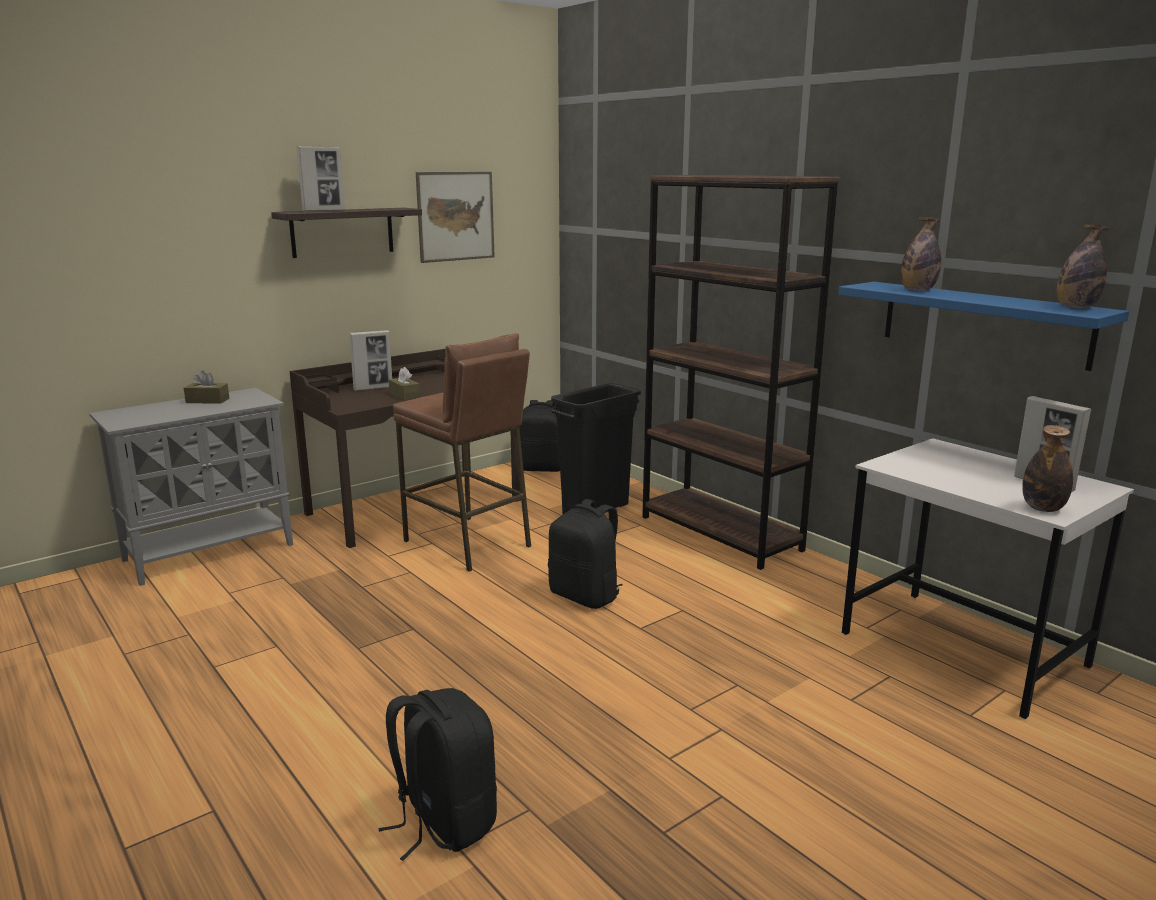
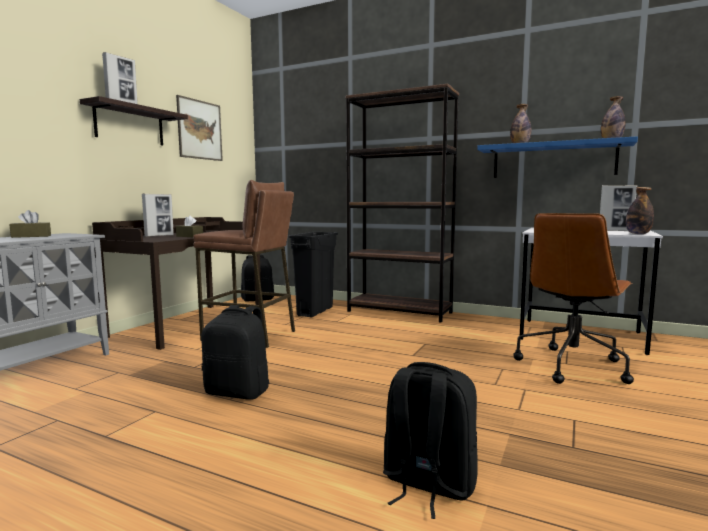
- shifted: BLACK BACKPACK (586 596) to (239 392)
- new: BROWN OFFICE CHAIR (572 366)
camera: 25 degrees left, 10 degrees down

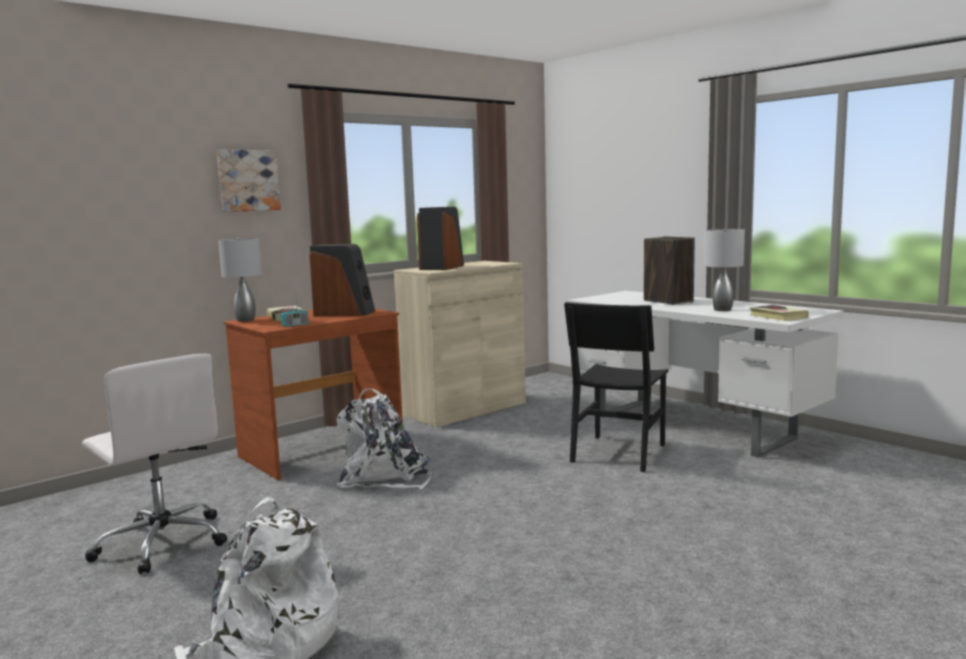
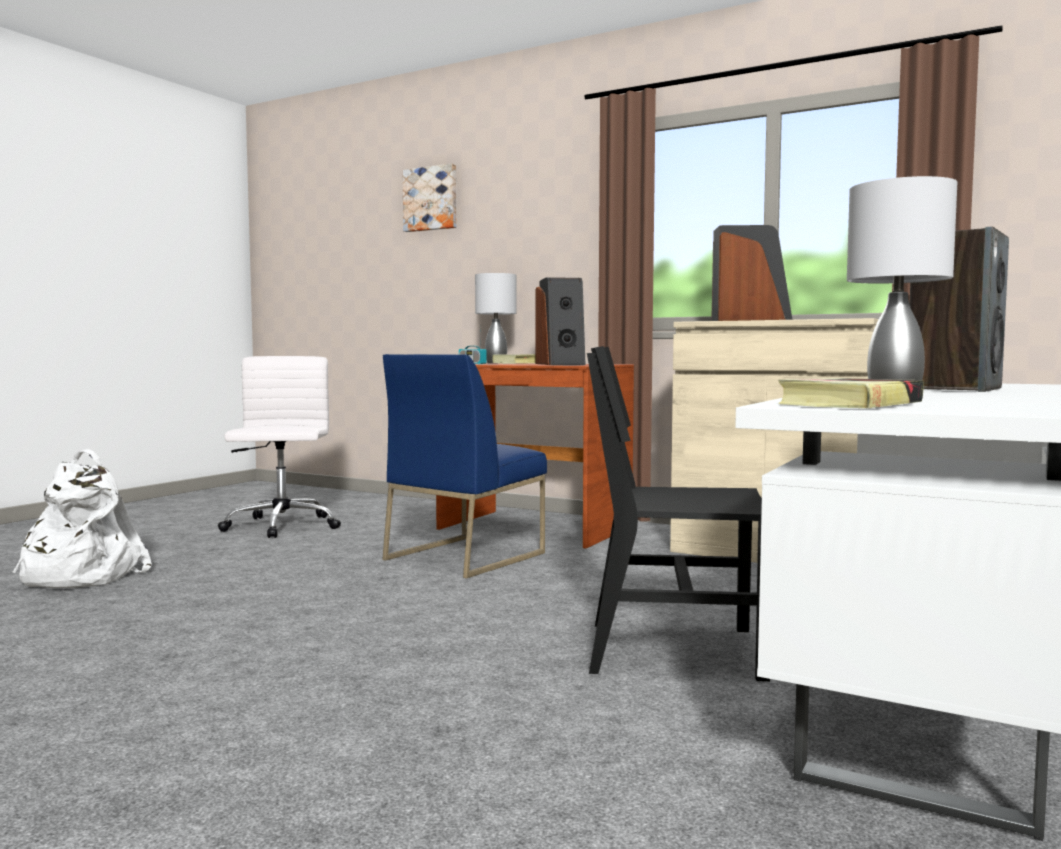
- shifted: PICTURE (247 180) to (431 199)
- rotated: WHITE OFFICE CHAIR (162 542) = (281 526) 150 degrees clockwise
- swapped: WHITE BACKPACK (384 478) to BLUE CHAIR (464 556)
camera: 70 degrees right, 5 degrees down

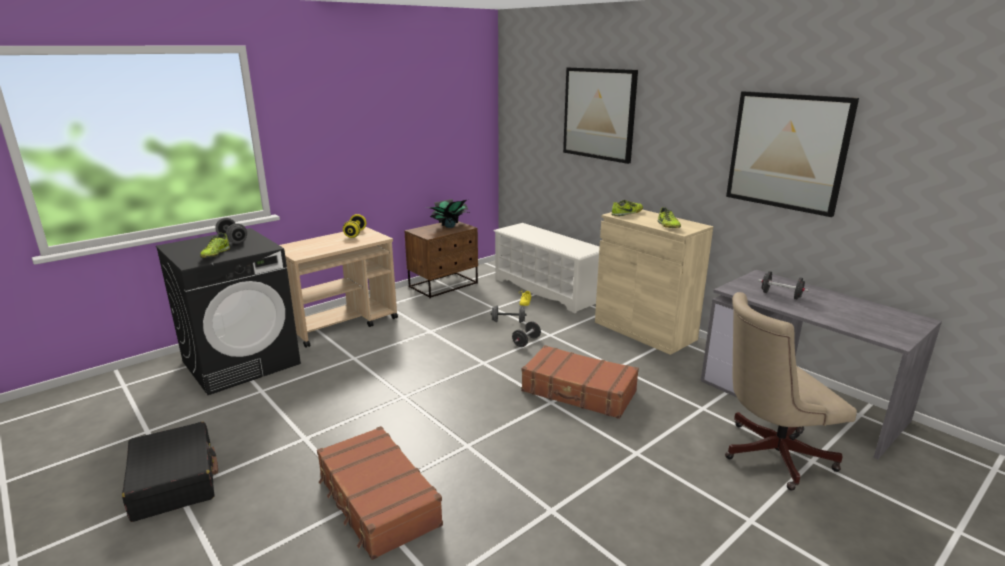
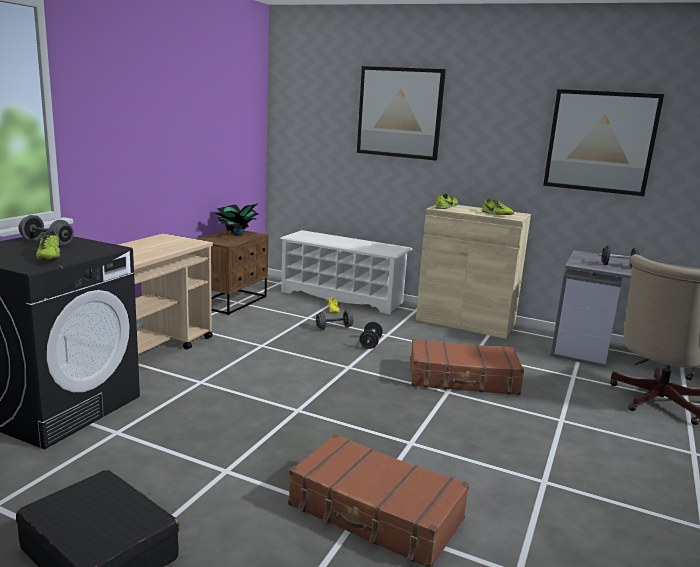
- gone: YELLOW DUMBBELL (355 234)
camera: 25 degrees left, 5 degrees down

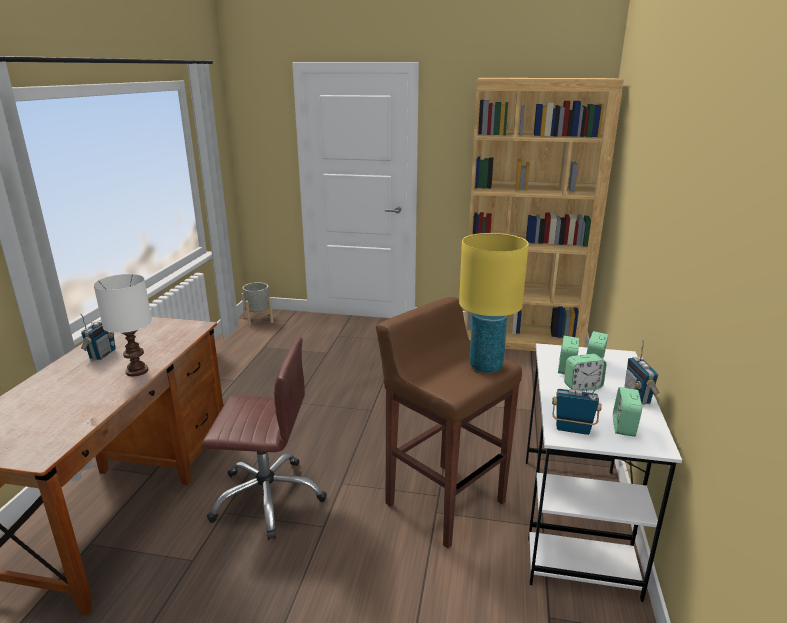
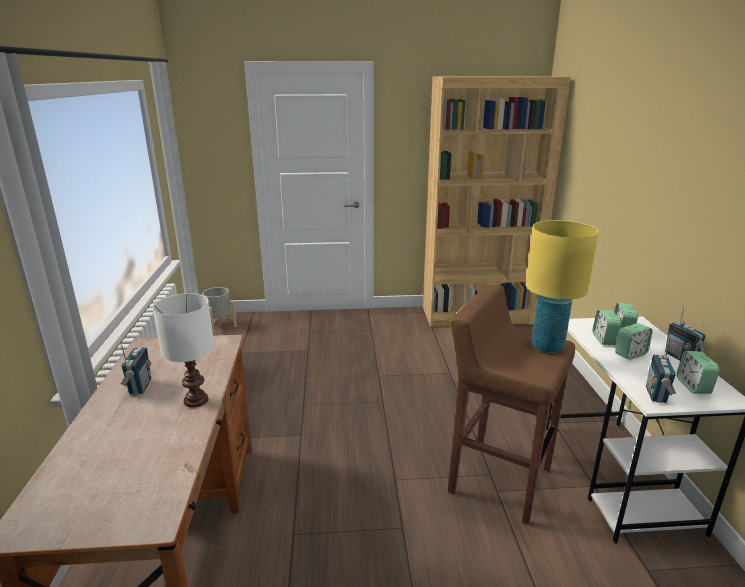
- gone: BROWN OFFICE CHAIR (268 497)
- rotated: RADIO (572 429) = (656 395) 75 degrees counterclockwise
camera: 15 degrees left, 0 degrees up

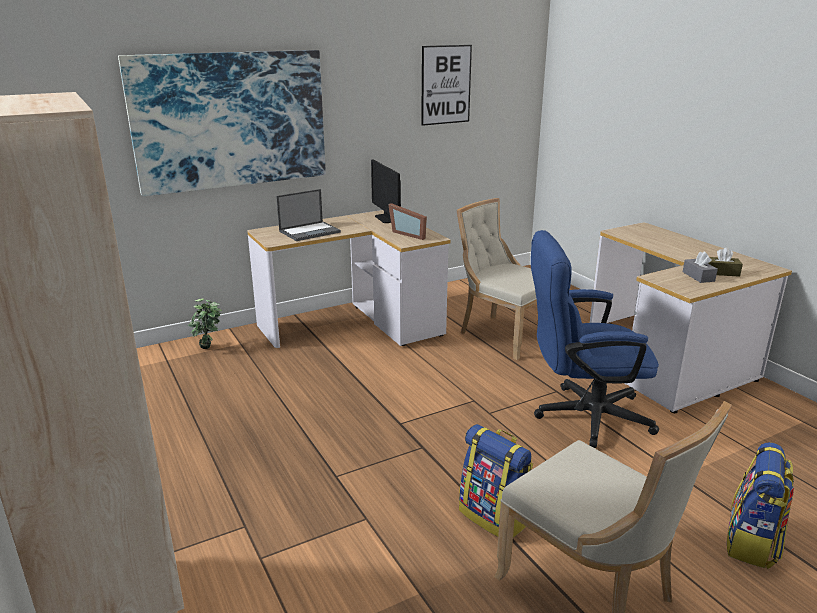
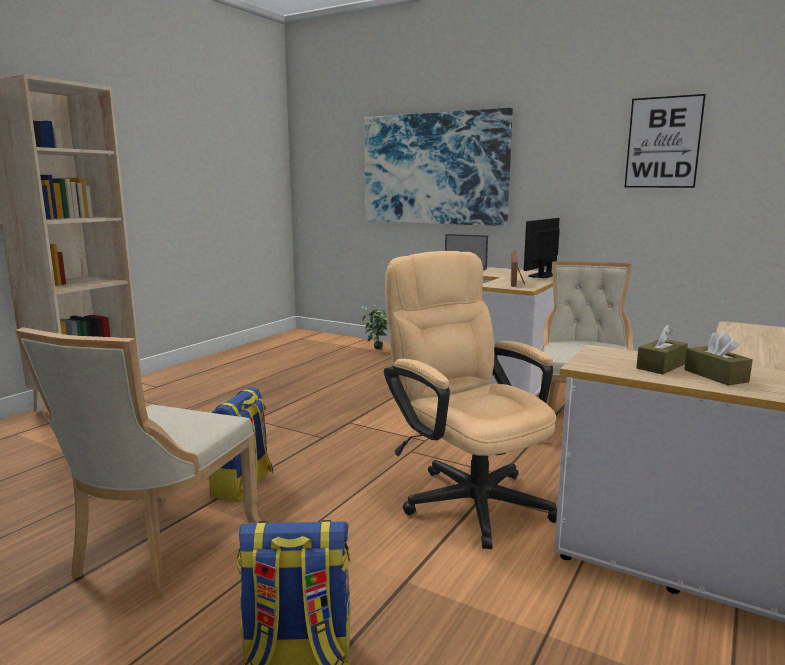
- repainted: BLUE OFFICE CHAIR (582 416) to BEIGE OFFICE CHAIR (467 496)
- repainted: GREY TISSUE BOX (698 276) to BROWN TISSUE BOX (661 366)
camera: 60 degrees right, 10 degrees down

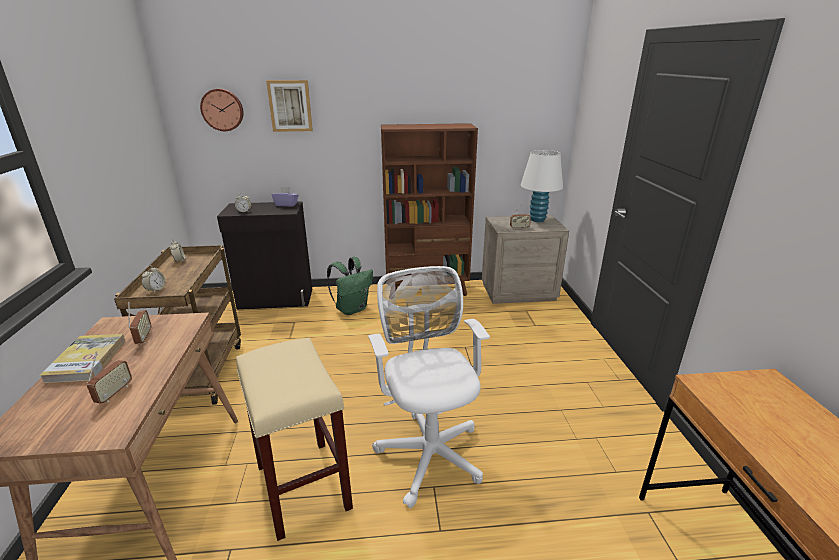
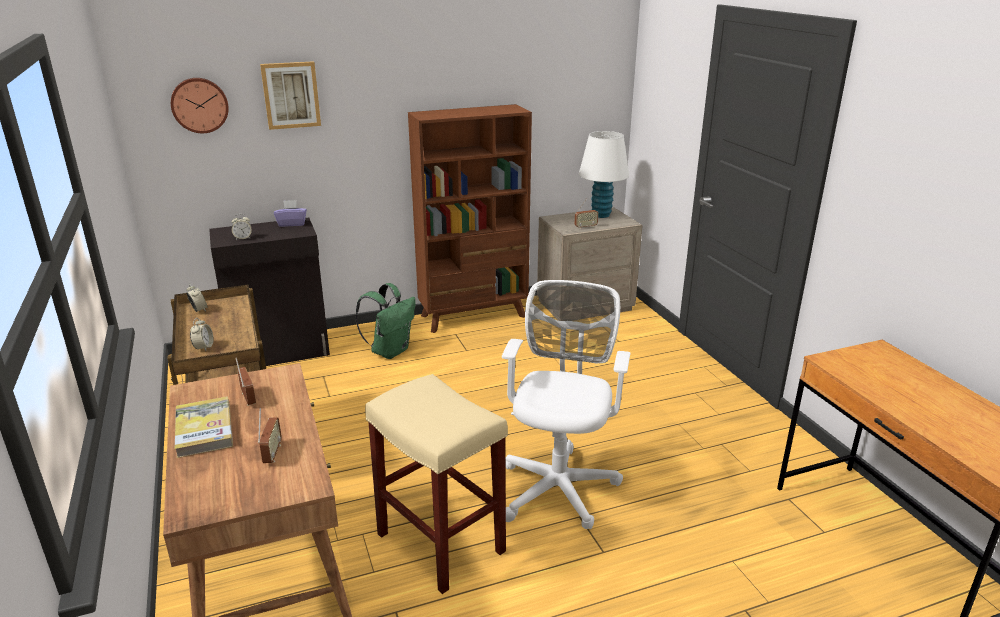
- rotated: WHITE OFFICE CHAIR (429 450) = (559 485) 45 degrees clockwise
camera: 15 degrees left, 0 degrees up

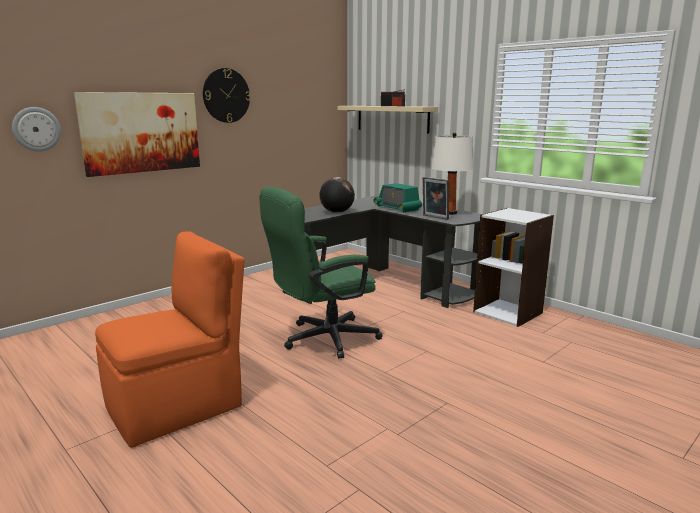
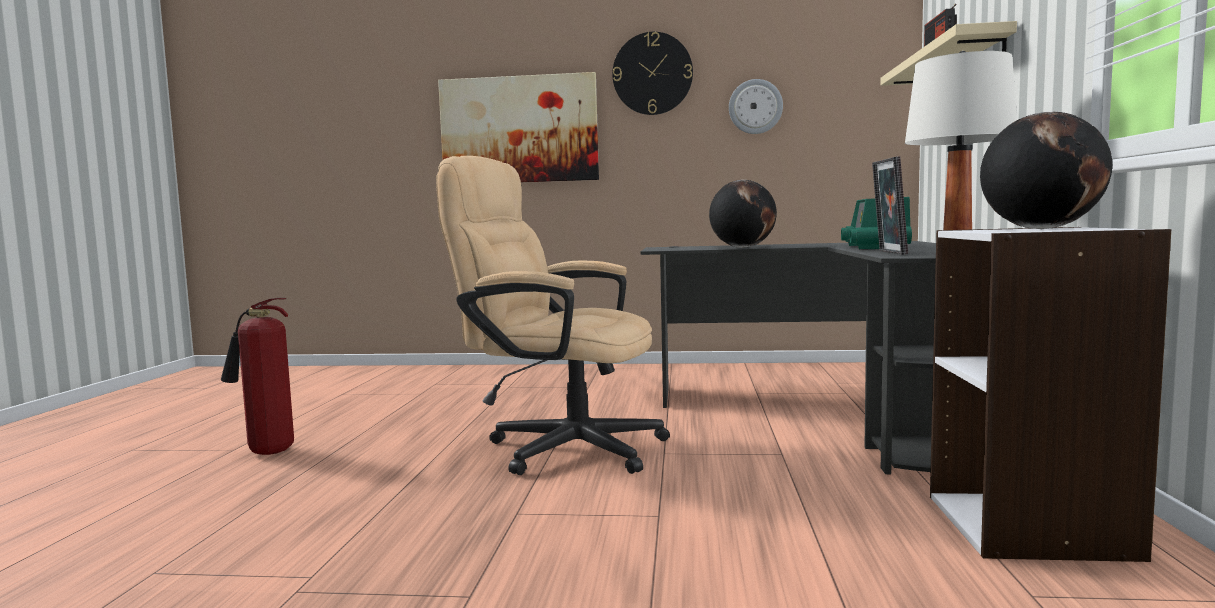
- shifted: WALL CLOCK (36 129) to (755 107)
- repainted: GREEN OFFICE CHAIR (322 339) to BEIGE OFFICE CHAIR (559 447)
- swapped: ORANGE CHAIR (178 406) to FIRE EXTINGUISHER (266 452)
- new: GLOBE (1040 229)
camera: 50 degrees right, 10 degrees down

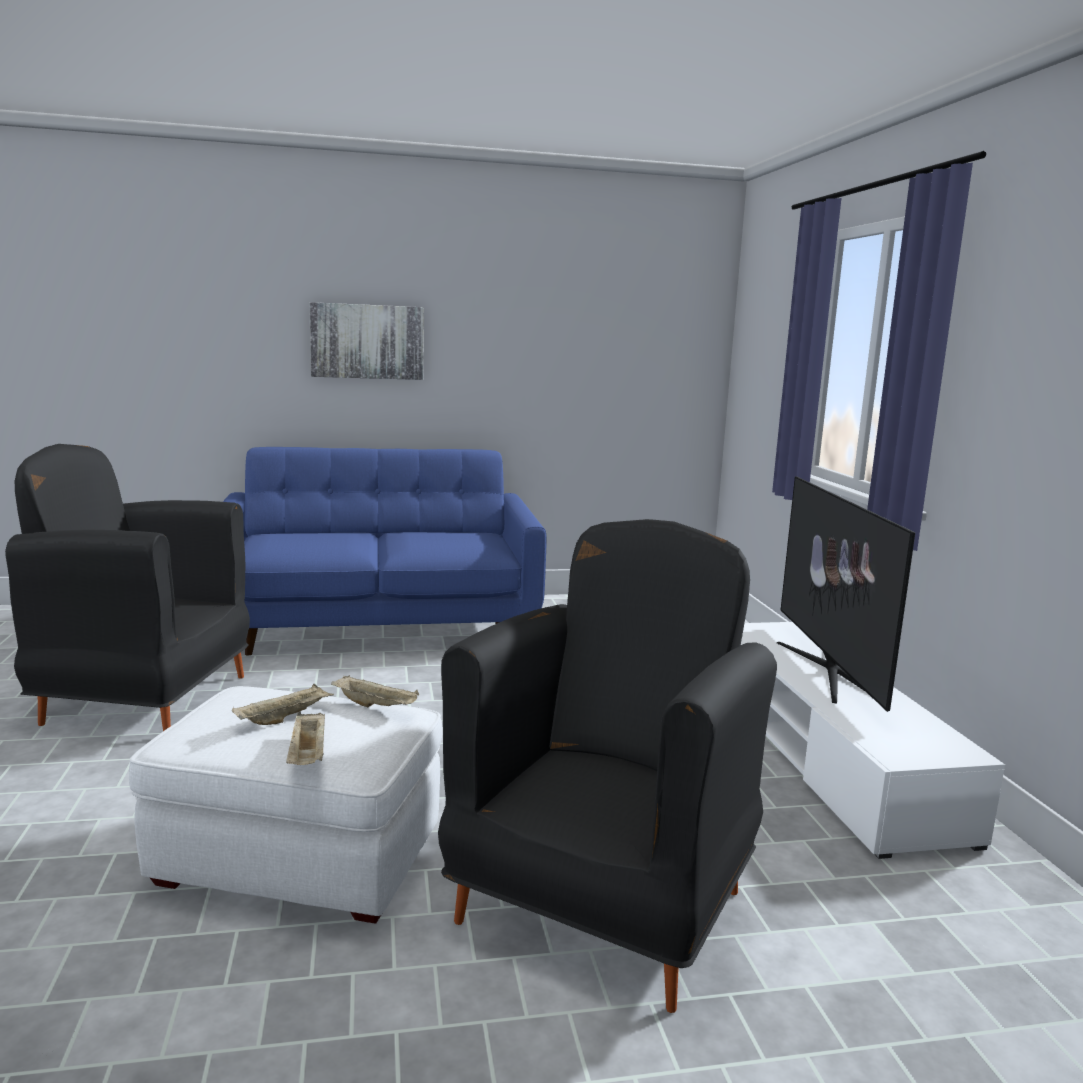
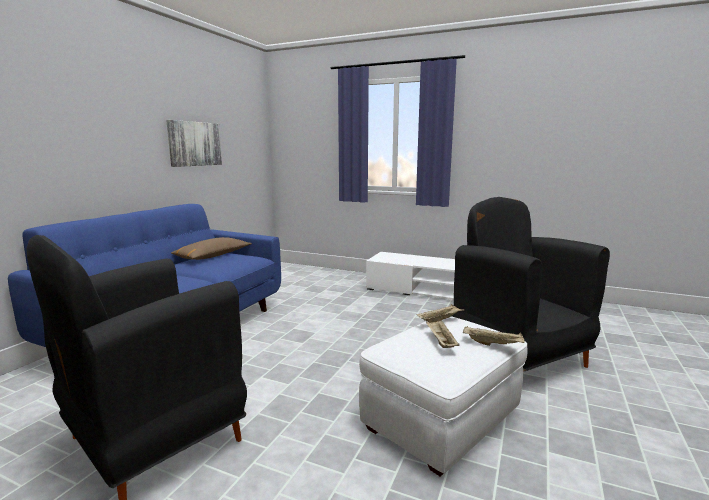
- shifted: PICTURE (367 341) to (194 144)
- gone: TELEVISION (828 670)
- new: BROWN PILLOW (213 256)
camera: 55 degrees left, 0 degrees up

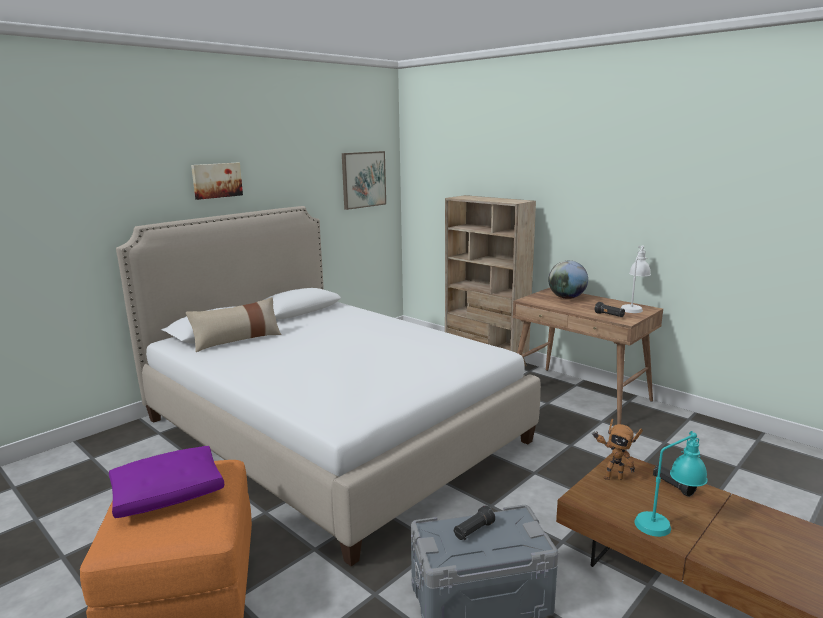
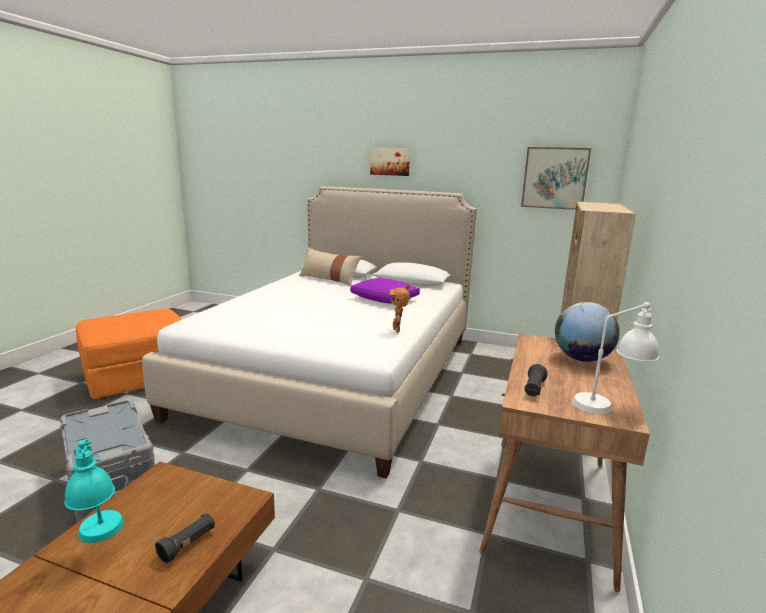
- shifted: TOY ROBOT (612 477) to (398 330)
- shifted: PURPLE PILLOW (169 493) to (385 299)
- gone: BLACK FLASHLIGHT (473 531)
camera: 65 degrees right, 0 degrees up

